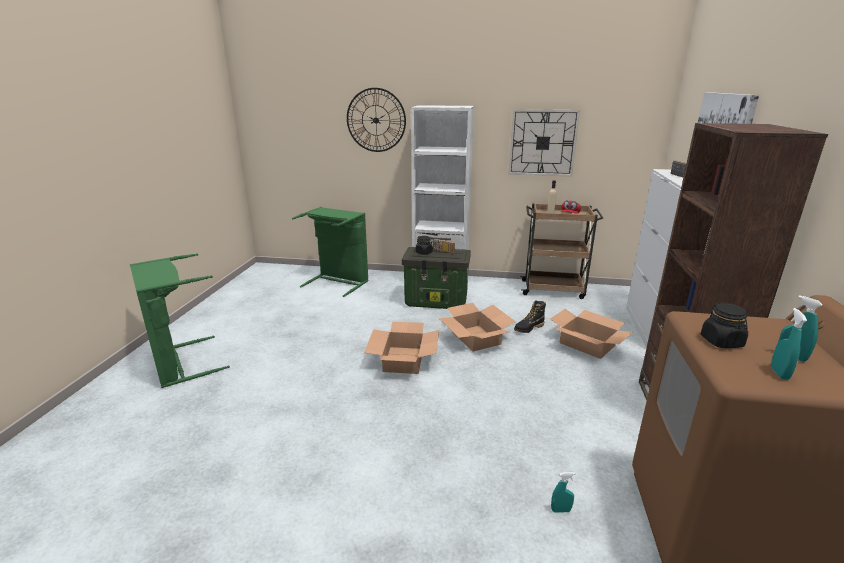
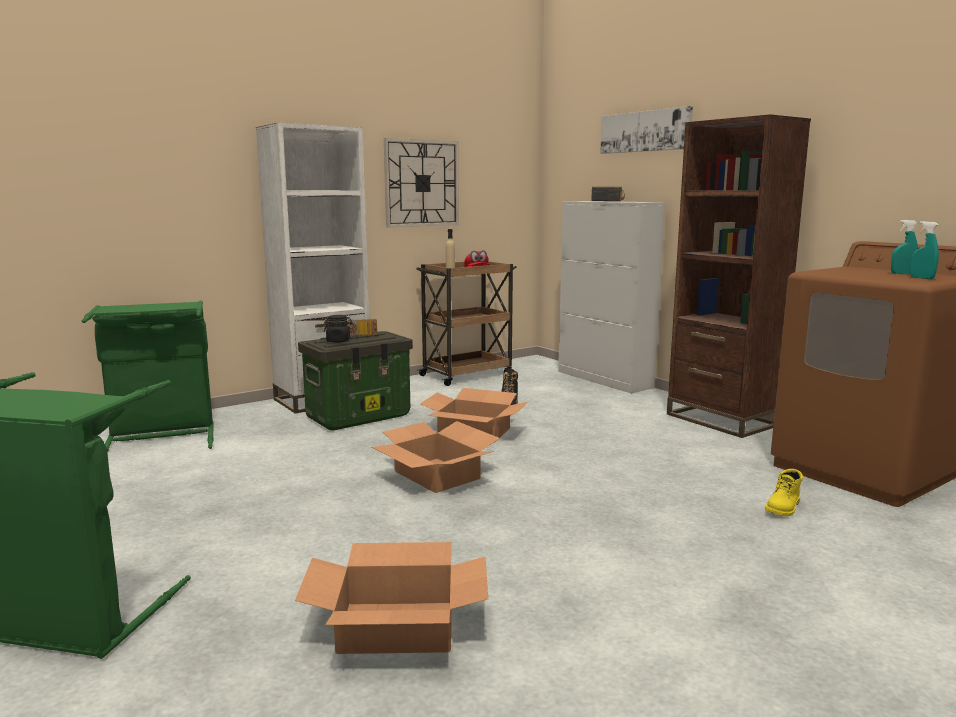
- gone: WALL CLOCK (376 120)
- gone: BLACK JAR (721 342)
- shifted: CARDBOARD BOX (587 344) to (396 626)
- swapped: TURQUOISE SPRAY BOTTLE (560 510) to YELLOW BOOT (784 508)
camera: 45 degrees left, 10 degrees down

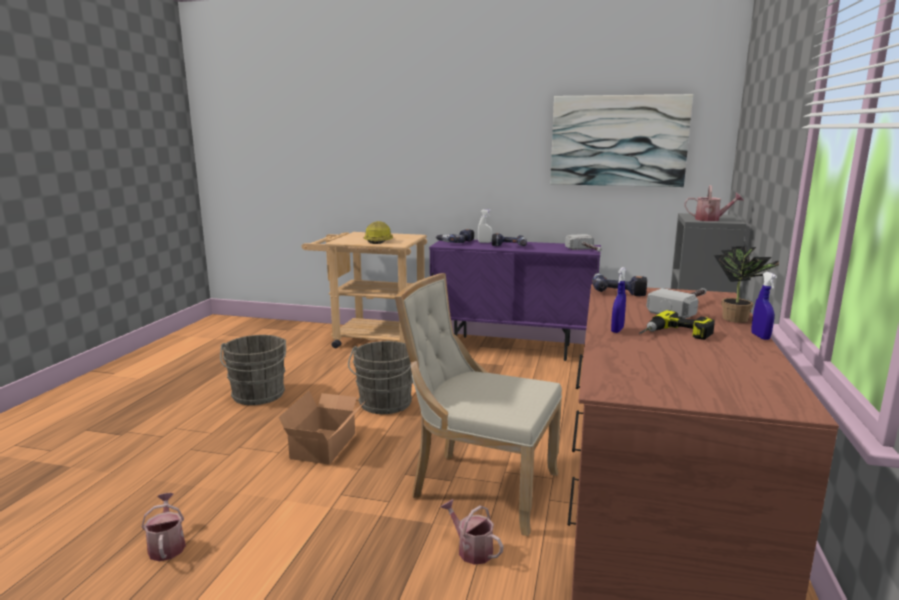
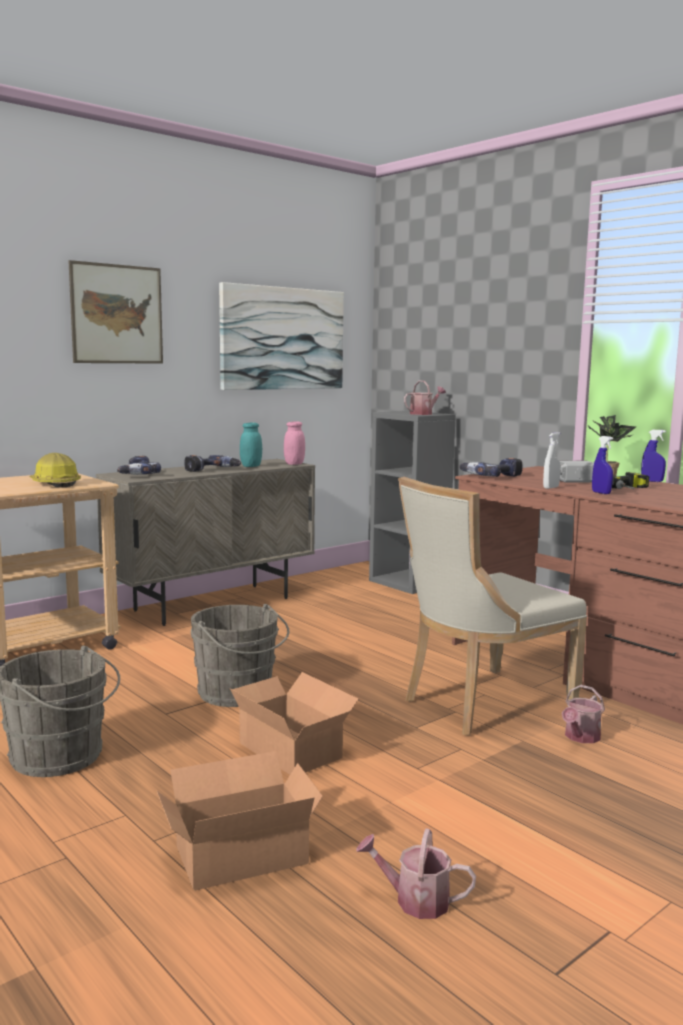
- shifted: WHITE SPRAY BOTTLE (484 242) to (551 487)
- swapped: HAMMER (587 251) to PINK JAR (294 464)
- repainted: PURPLE CABINET (513 348) to BEIGE CABINET (213 604)
- rotated: WATERING CAN (471 549) = (580 737) 45 degrees counterclockwise
- new: PICTURE (117 314)
- new: TURQUOISE JAR (251 466)
- new: CARDBOARD BOX (237 853)
camera: 55 degrees left, 5 degrees down

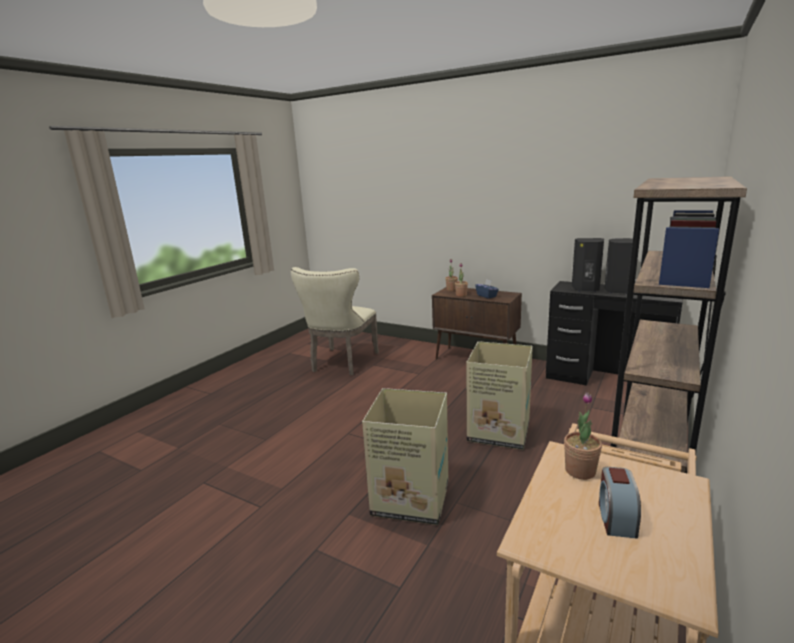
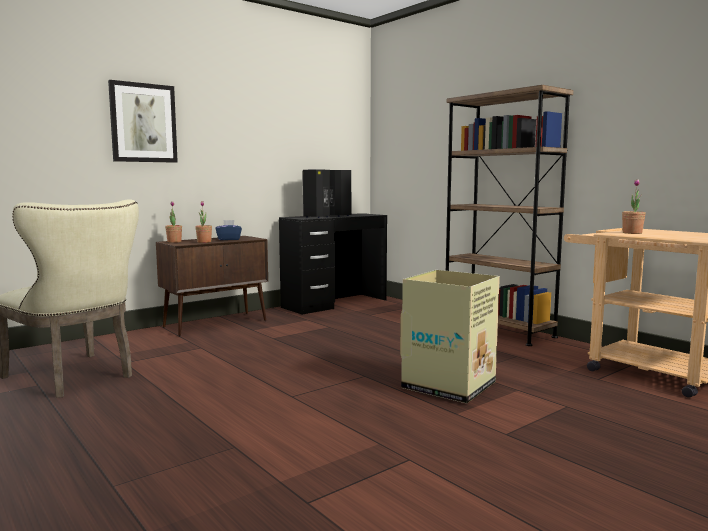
- gone: CARDBOARD BOX (500 432)
- gone: ALARM CLOCK (616 518)
- new: PICTURE (143 123)
camera: 70 degrees left, 10 degrees down

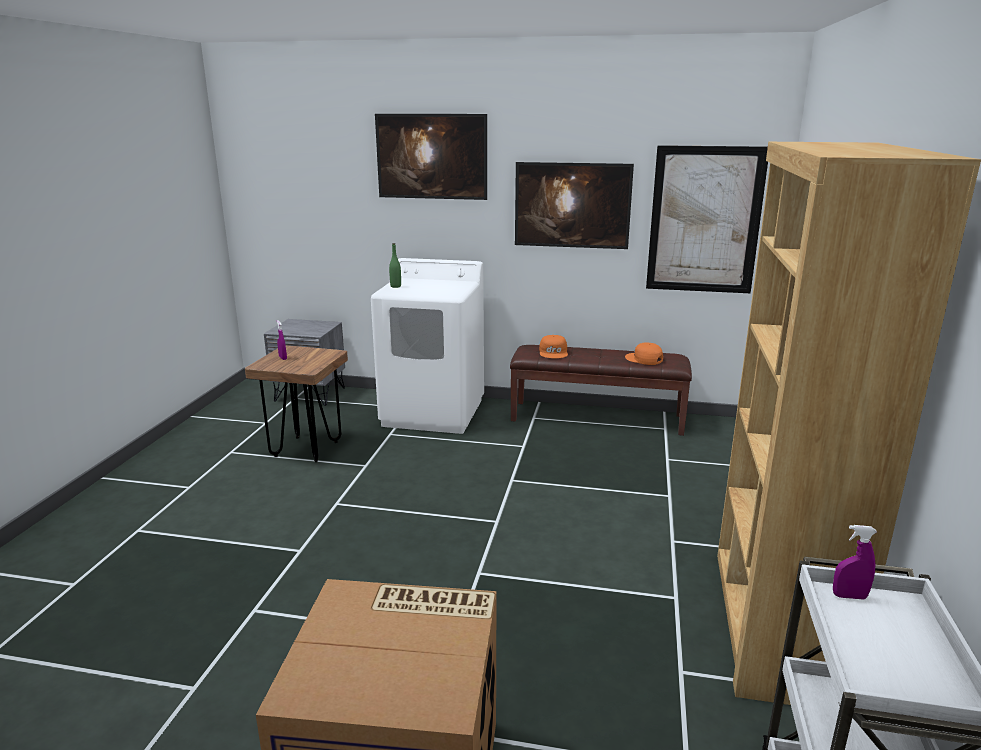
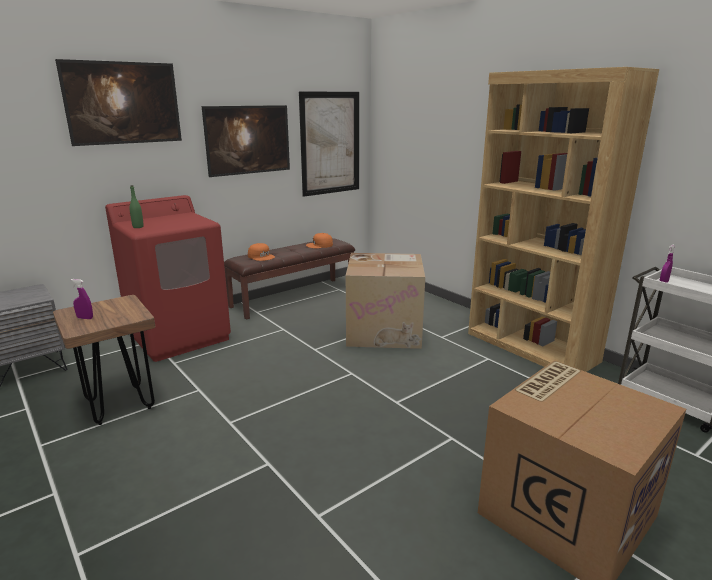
- repainted: WHITE WASHING MACHINE (434 412) to RED WASHING MACHINE (180 336)
- new: CARDBOARD BOX (385 330)
camera: 50 degrees left, 0 degrees up

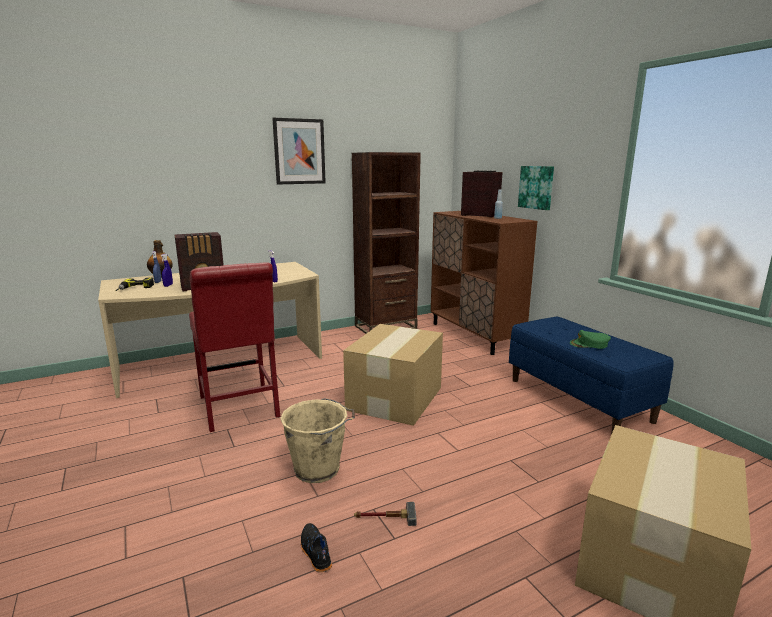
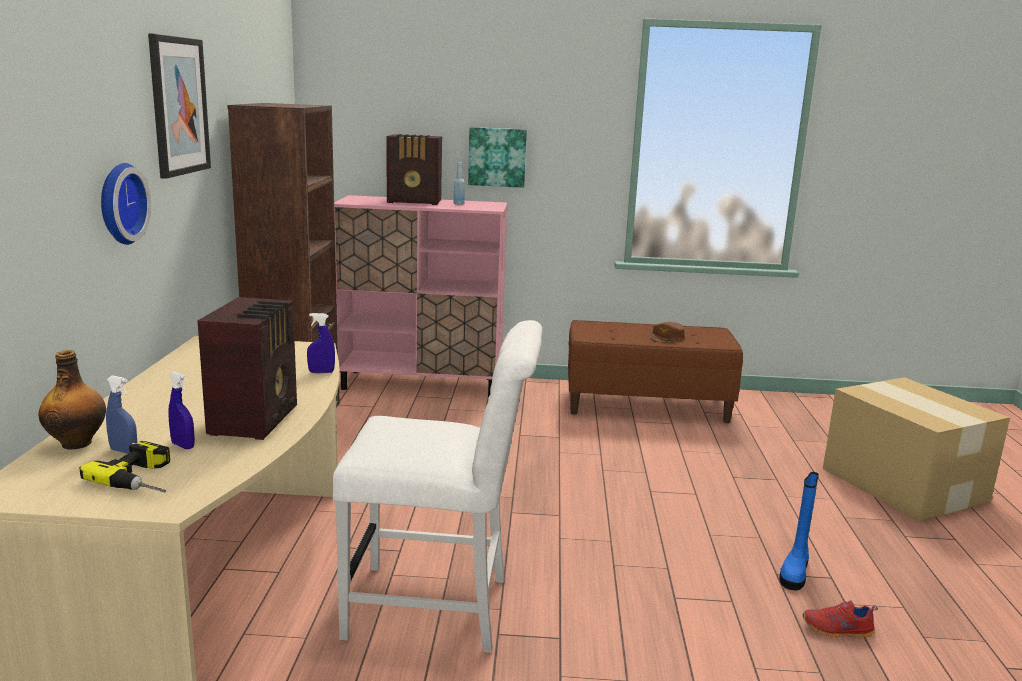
- rotated: RADIO (479 215) = (415 202) 150 degrees counterclockwise
- repainted: BROWN CABINET (475 335) to PINK CABINET (422 384)
- repainted: RED CHAIR (239 409) to WHITE CHAIR (438 609)
- repainted: BLUE BENCH (579 400) to BROWN BENCH (647 405)
- gone: CARDBOARD BOX (396 398)
- repainted: GREEN CAP (589 344) to BROWN CAP (667 337)
- gone: BEIGE BUCKET (319 469)
- swapped: HAMMER (384 517) to BLUE BOOT (795 572)
- repainted: BLACK SHOE (315 553) to RED SHOE (837 630)
- new: WALL CLOCK (119 203)
camera: 60 degrees left, 0 degrees up

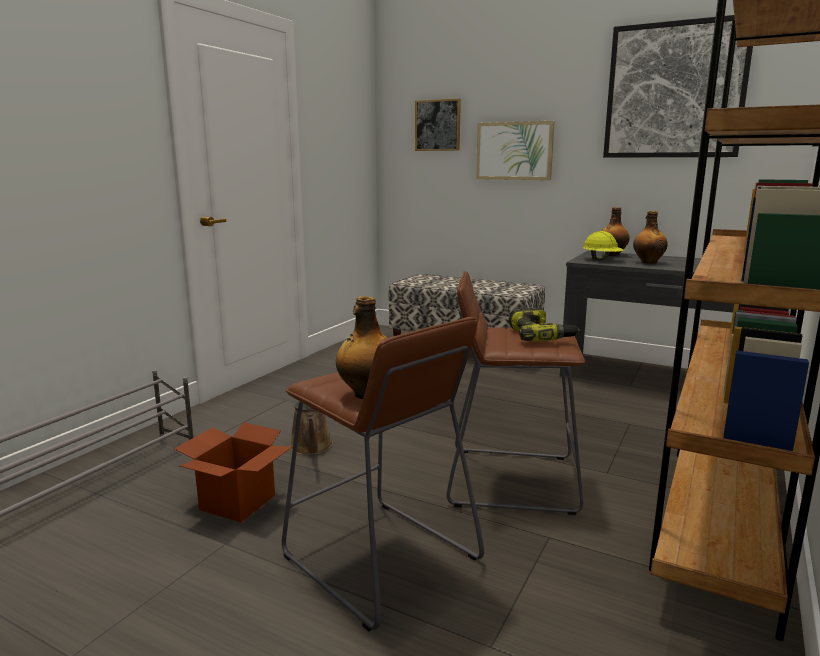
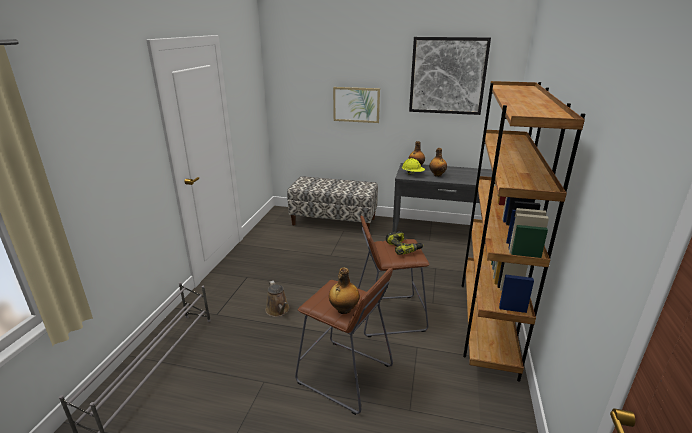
- gone: PICTURE (438 125)
- gone: CARDBOARD BOX (237 502)
camera: 15 degrees left, 10 degrees up

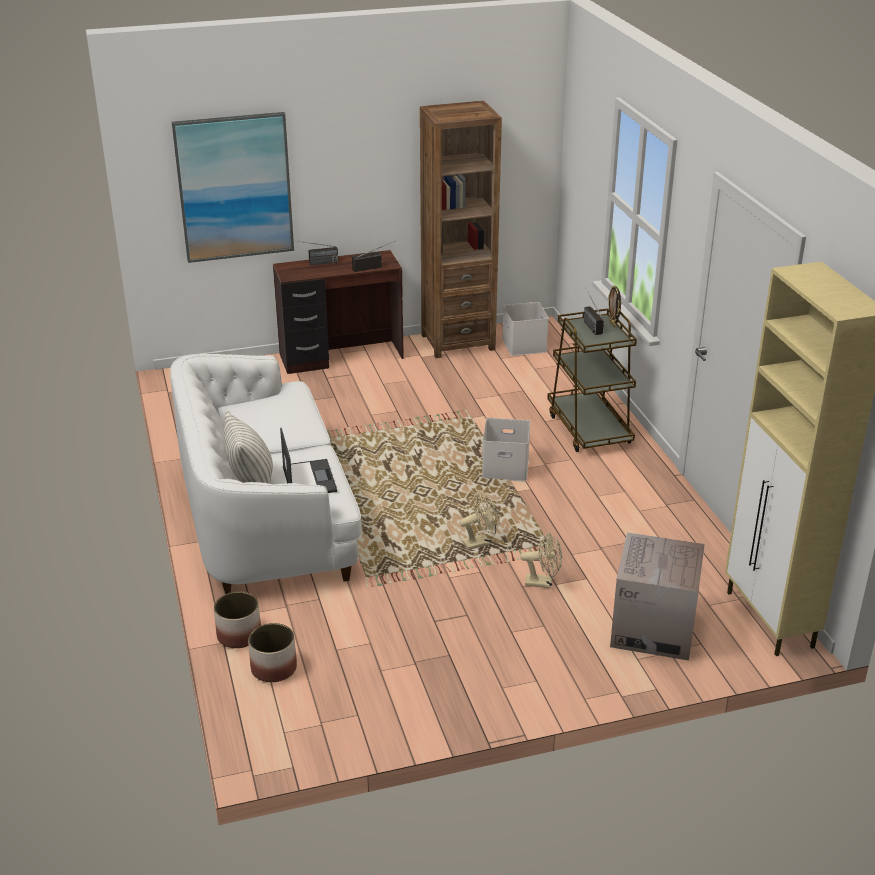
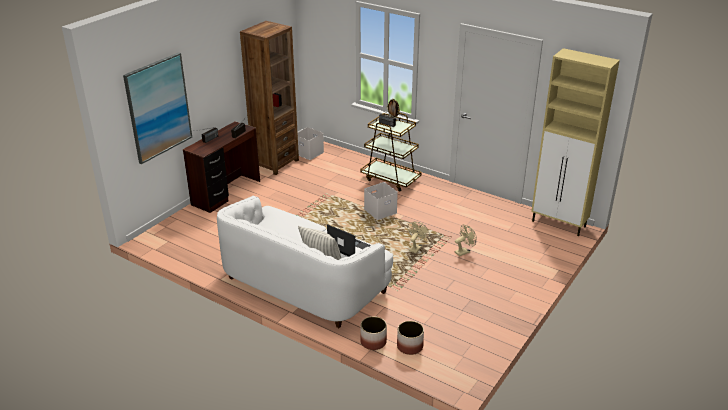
- gone: CARDBOARD BOX (653 628)
camera: 40 degrees left, 0 degrees up

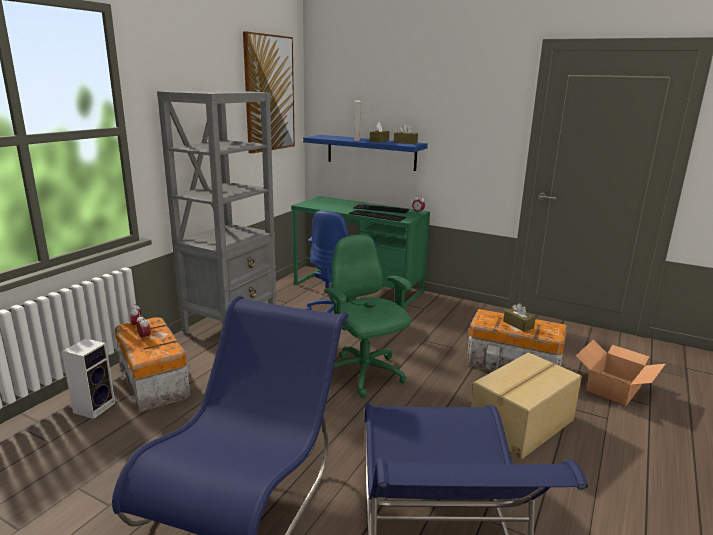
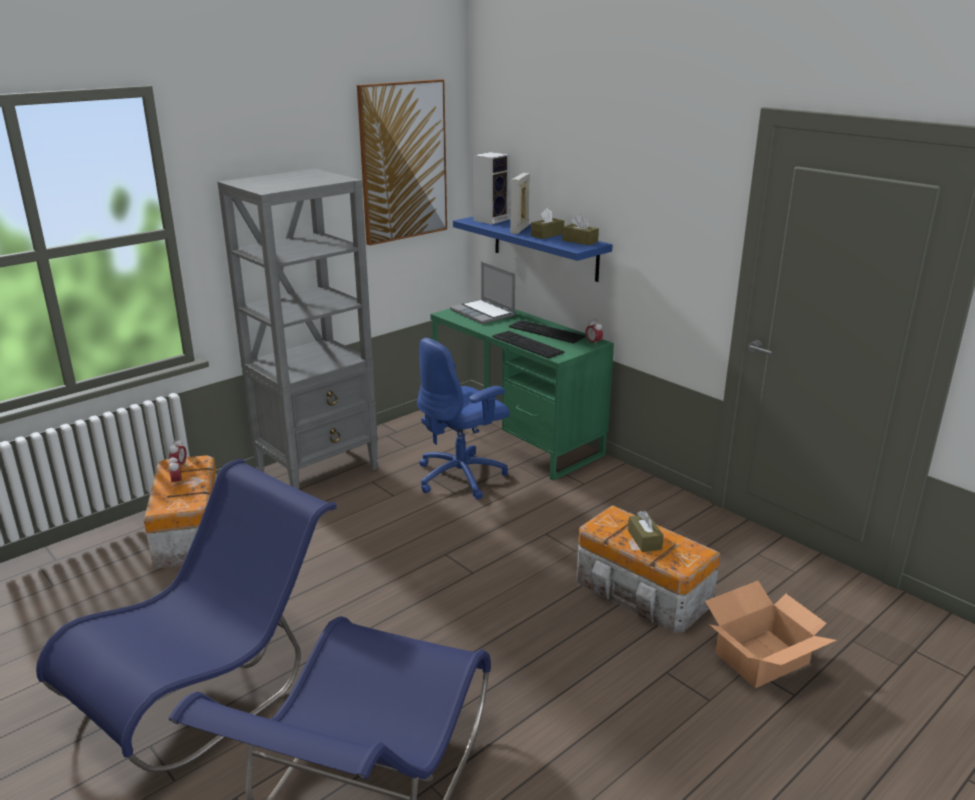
- gone: GREEN OFFICE CHAIR (364 375)
- shifted: SPEAKER (95 407) to (491 219)
- gone: CARDBOARD BOX (523 424)
- new: LAPTOP (483 313)
camera: 20 degrees right, 5 degrees up

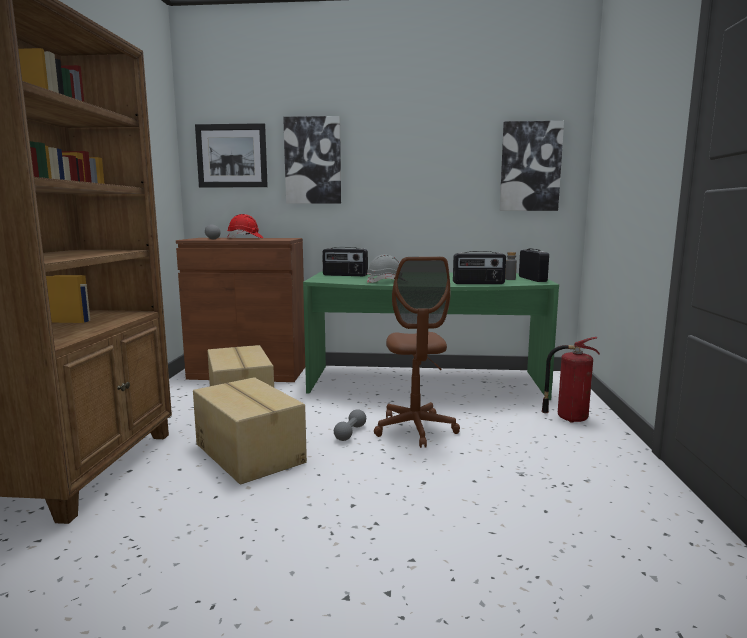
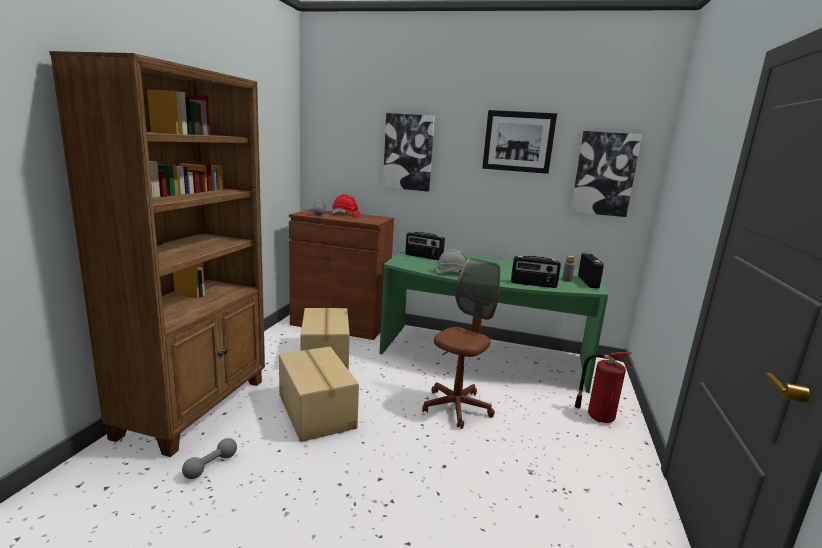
- shifted: PICTURE (231 156) to (518 141)
- rotated: BROWN OFFICE CHAIR (415 429) = (456 408) 150 degrees counterclockwise
- shifted: GREY DUMBBELL (350 433) to (211 466)
camera: 10 degrees right, 5 degrees up

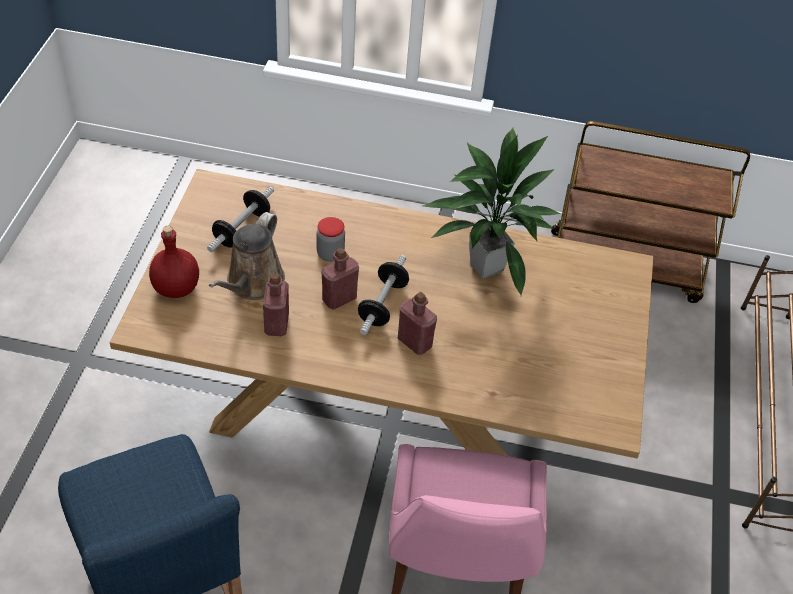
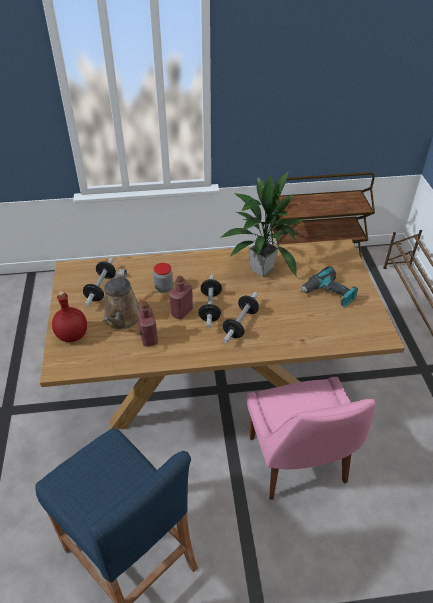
- swapped: RED BOTTLE (414 342) to DUMBBELL (240 324)
- new: POWER DRILL (328 294)
camera: 15 degrees left, 5 degrees down

